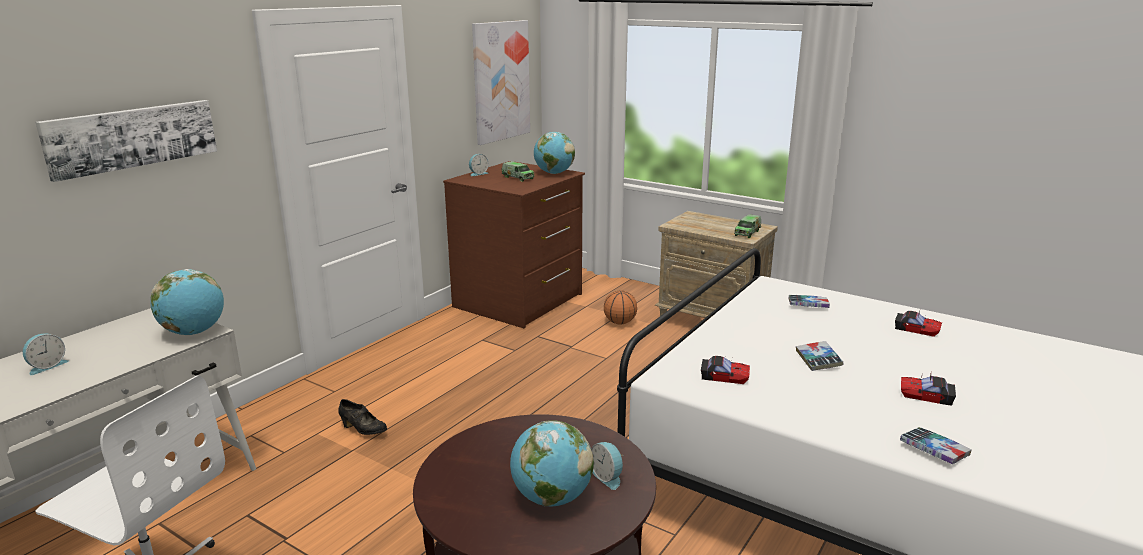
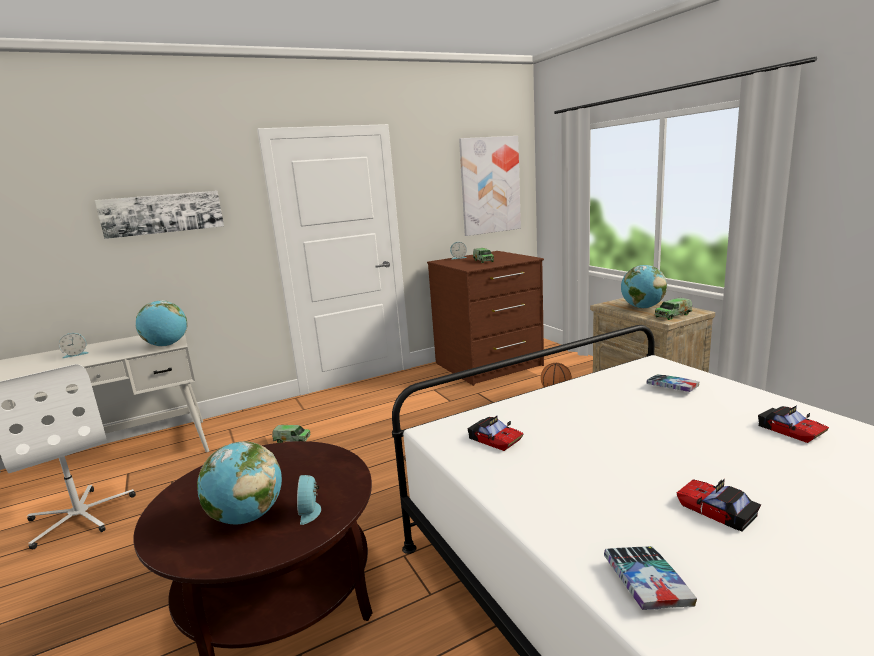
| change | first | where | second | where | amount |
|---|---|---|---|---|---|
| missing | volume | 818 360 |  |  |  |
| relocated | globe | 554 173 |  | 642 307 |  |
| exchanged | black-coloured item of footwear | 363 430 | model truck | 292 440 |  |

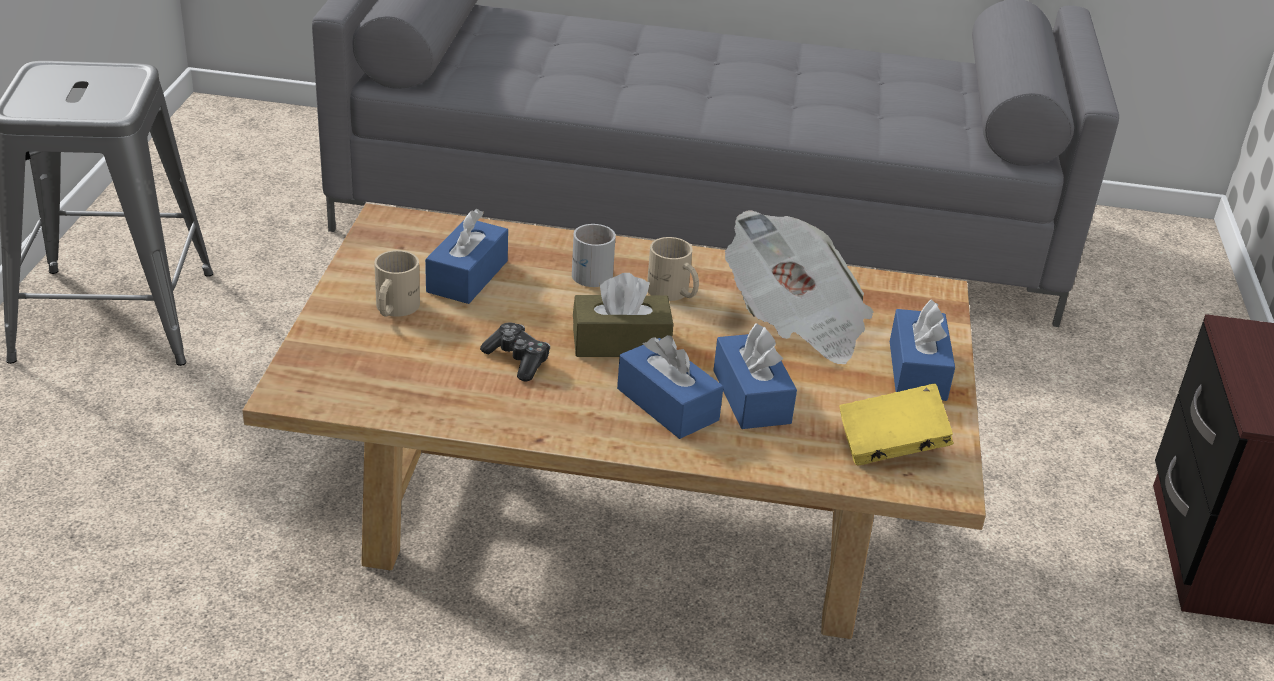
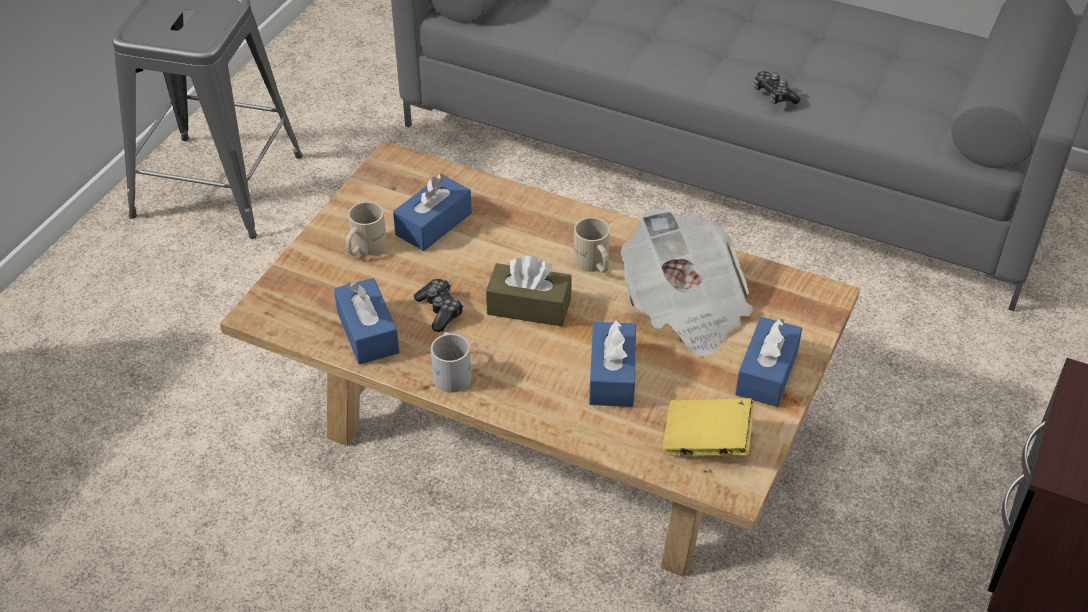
| change | first | where | second | where | amount |
|---|---|---|---|---|---|
| appeared |  |  | game controller | 774 95 |  |
| relocated | white mug | 589 271 |  | 452 372 |  |
| relocated | blue tissue holder | 667 404 |  | 368 332 |  |

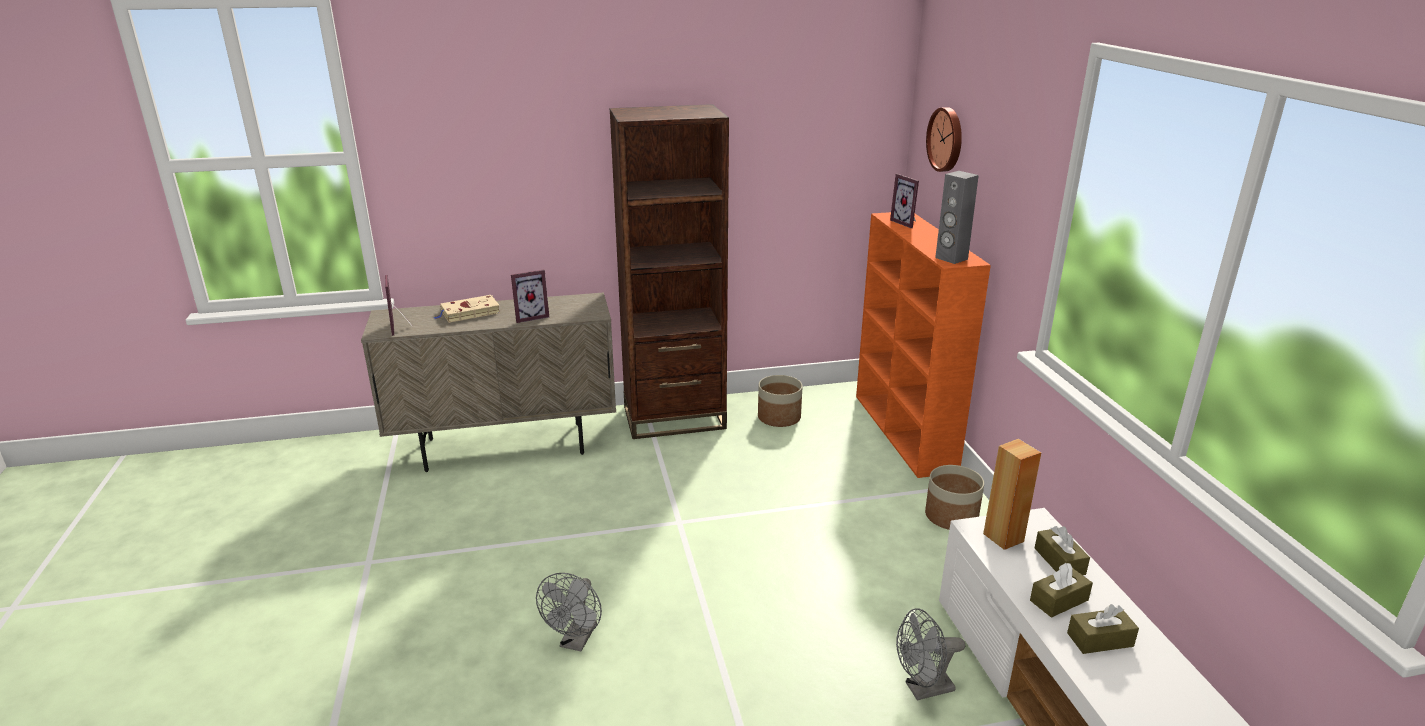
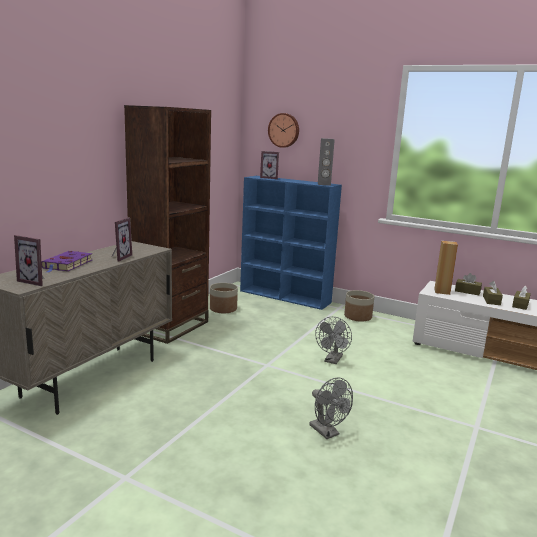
| change | first | where | second | where | amount |
|---|---|---|---|---|---|
| relocated | gray fan | 923 689 |  | 332 360 |  |
| colour | beige-coloured volume | 468 313 | purple-coloured volume | 67 264 |  |
| colour | orange-coloured bookshelf | 905 432 | blue bookshelf | 285 297 |  |

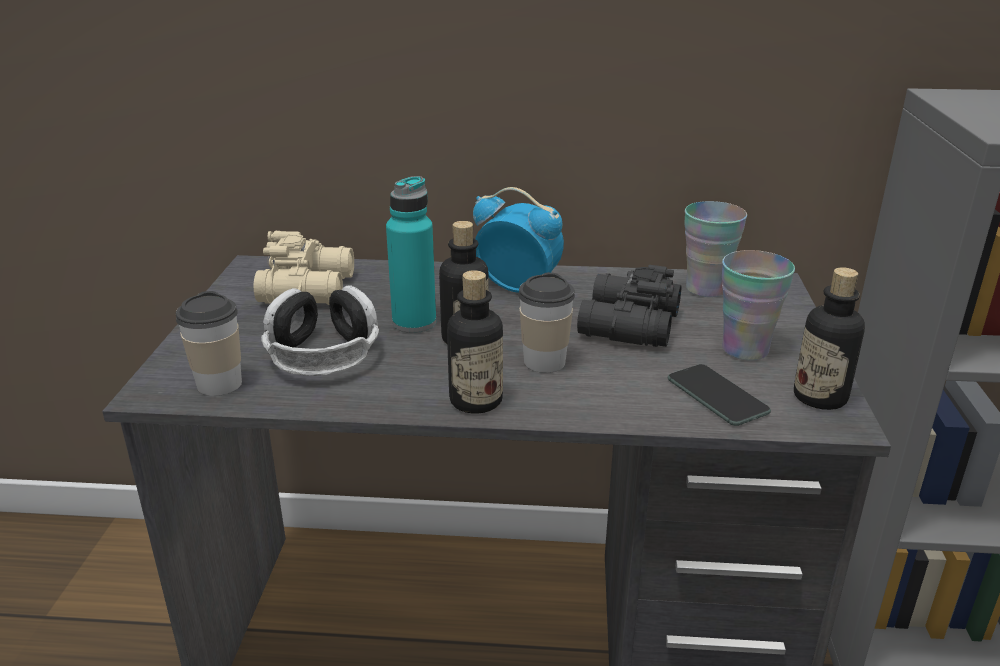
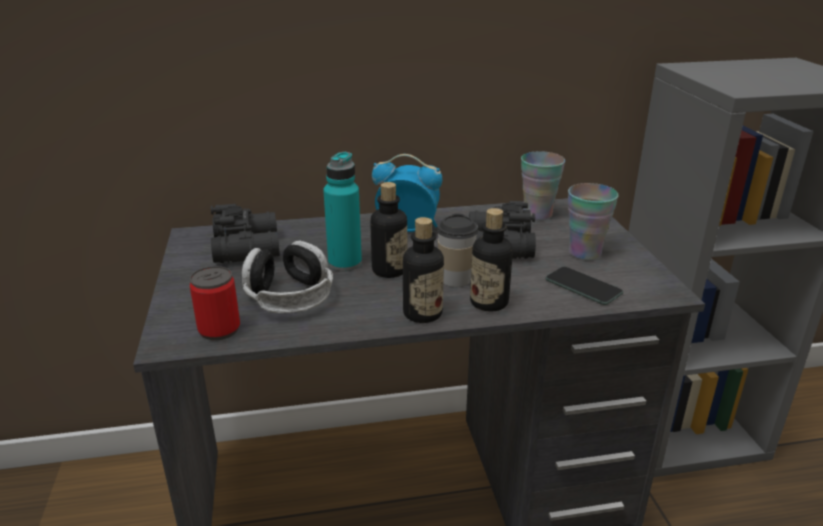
| change | first | where | second | where | amount |
|---|---|---|---|---|---|
| relocated | beverage bottle | 820 397 |  | 489 302 |  |
| exchanged | drinking cup | 219 384 | can | 219 329 |  |
| colour | beige-coloured pair of binoculars | 311 288 | black-coloured pair of binoculars | 249 247 |  |

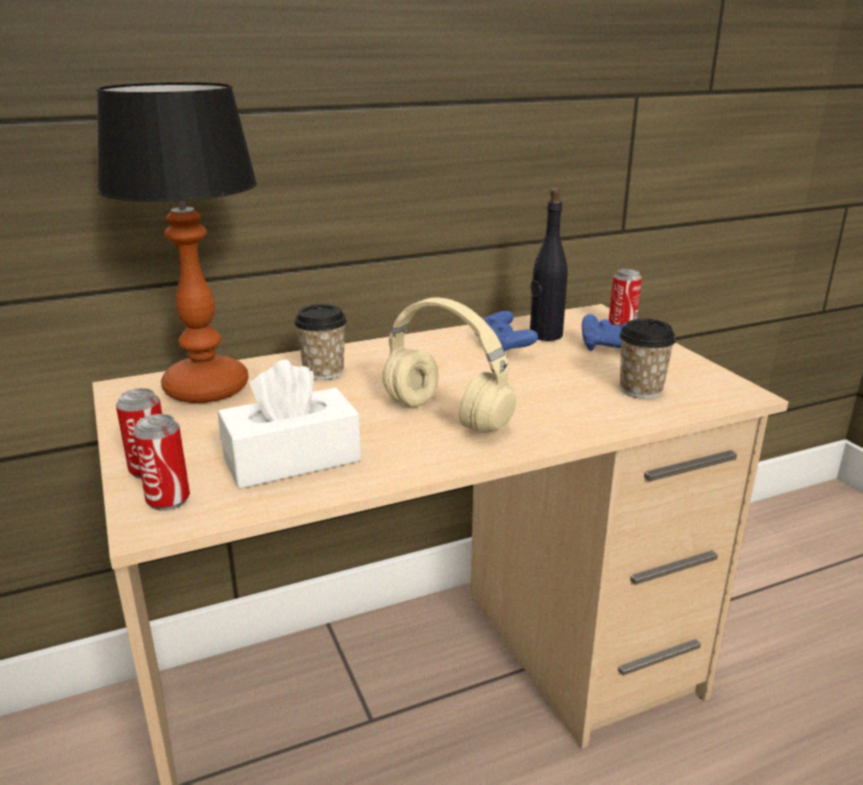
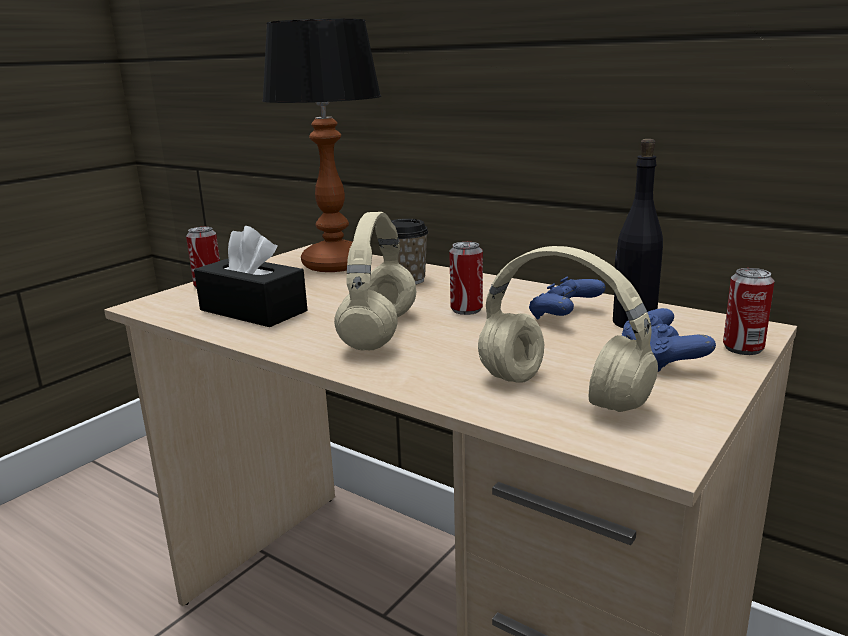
| change | first | where | second | where | amount |
|---|---|---|---|---|---|
| relocated | can | 168 500 |  | 466 310 |  |
| exchanged | drinking cup | 640 390 | beige-coloured pair of headphones | 564 393 |  |
| colour | white tissue holder | 292 459 | black-coloured tissue holder | 253 310 |  |

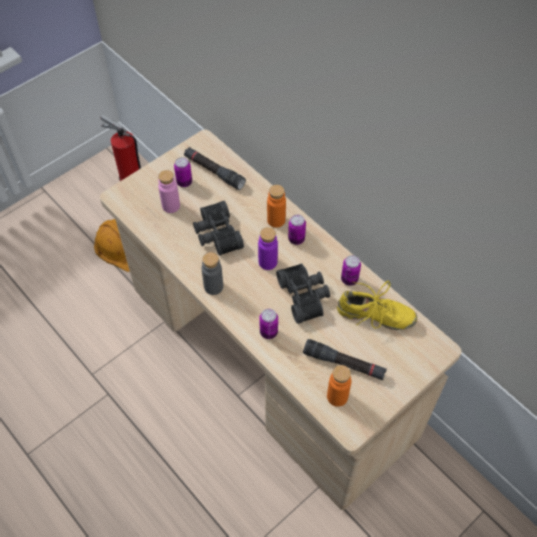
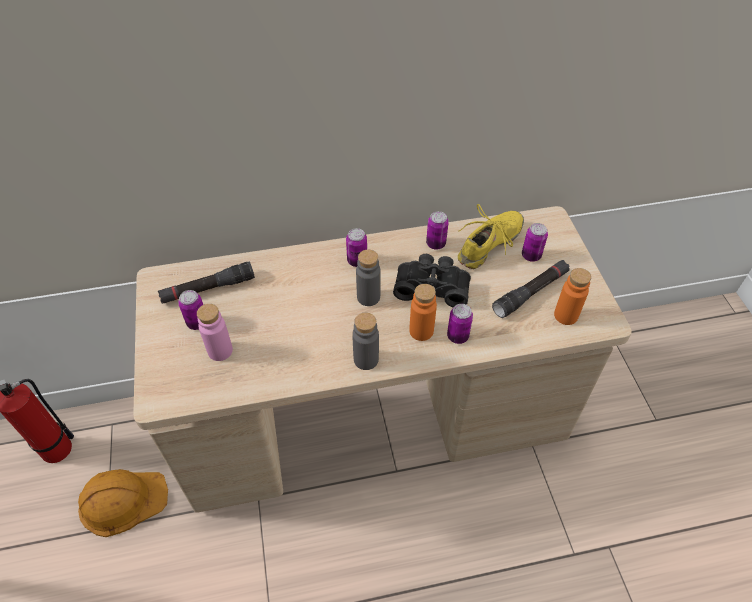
| change | first | where | second | where | amount |
|---|---|---|---|---|---|
| missing | black-coloured pair of binoculars | 216 234 |  |  |  |
| appeared |  |  | can | 531 256 |  |
| relocated | orange-coloured beverage bottle | 276 220 |  | 421 331 |  |
| colour | purple-coloured beverage bottle | 267 262 | gray beverage bottle | 368 297 |  |

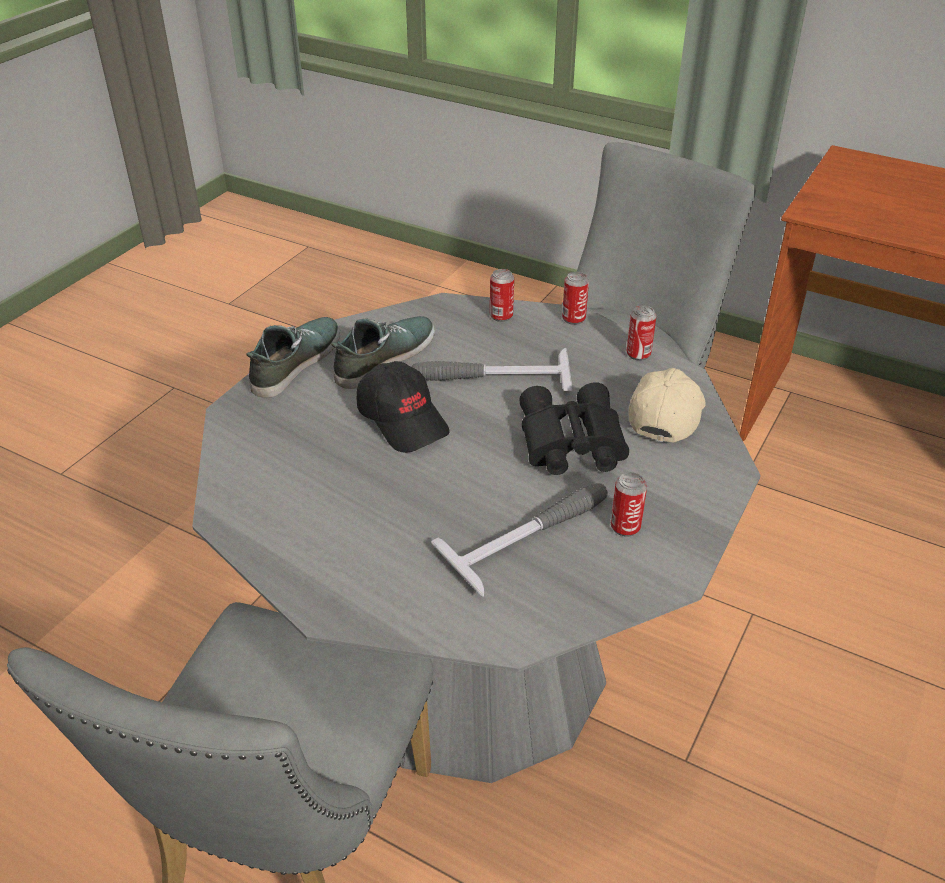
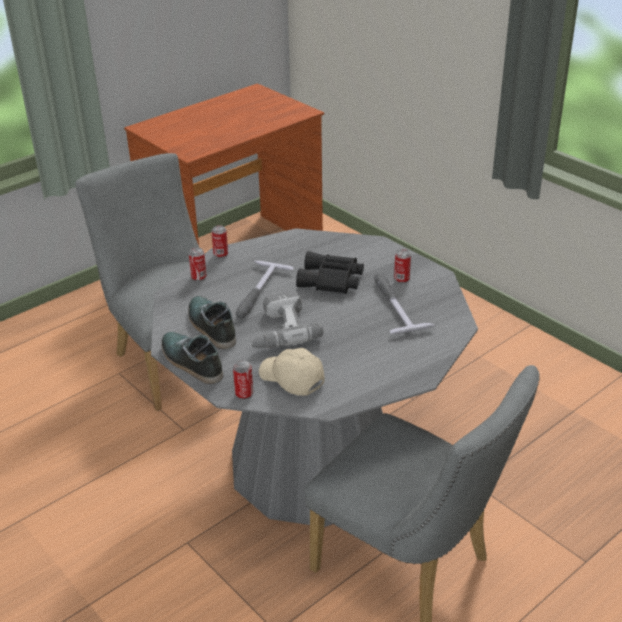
| change | first | where | second | where | amount |
|---|---|---|---|---|---|
| relocated | can | 638 354 |  | 244 394 |  |
| relocated | beige-coloured peaked cap | 666 414 |  | 291 379 |  |
| exchanged | black-coloured peaked cap | 403 420 | power drill | 278 329 |  |

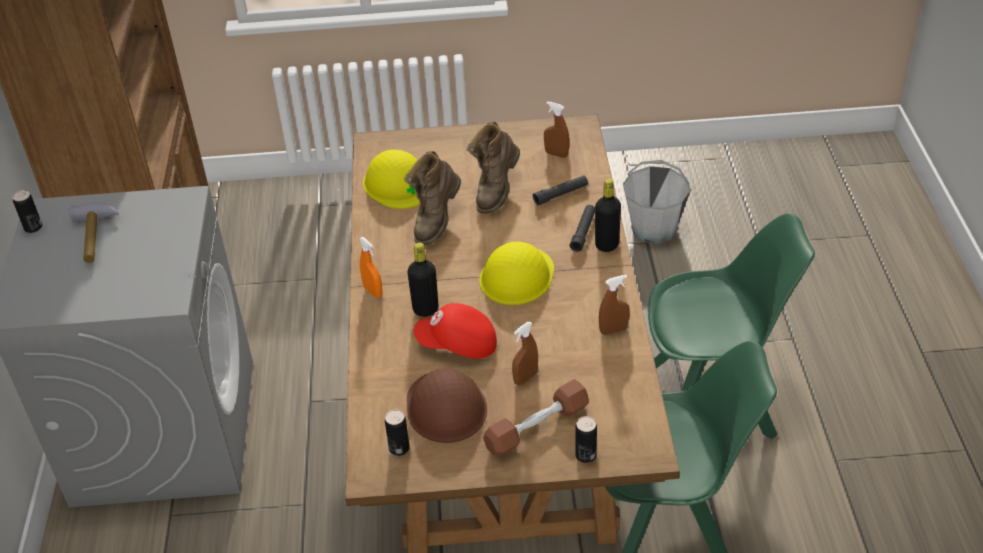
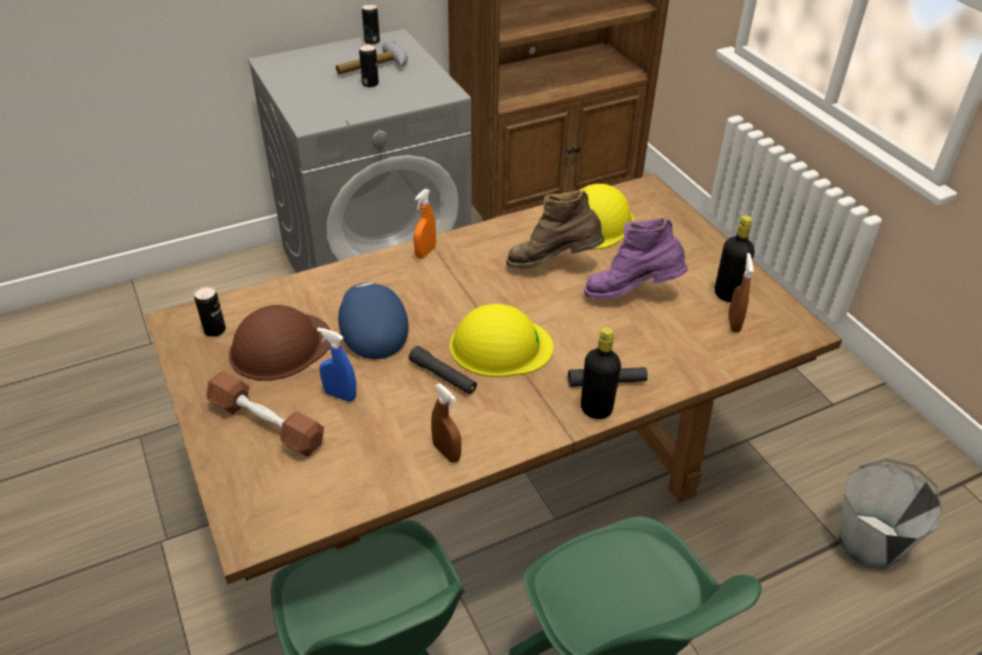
| change | first | where | second | where | amount |
|---|---|---|---|---|---|
| relocated | black-coloured beverage bottle | 425 309 |  | 727 294 |  |
| relocated | black-coloured hand torch | 560 194 |  | 443 376 |  |
| relocated | can | 585 455 |  | 370 84 |  |
| colour | reddish peaked cap | 458 345 | blue peaked cap | 372 331 |  |
| colour | brown boot | 496 191 | purple-coloured boot | 631 293 |  |
| colour | brown hand sprayer | 525 378 | blue hand sprayer | 340 395 |  |

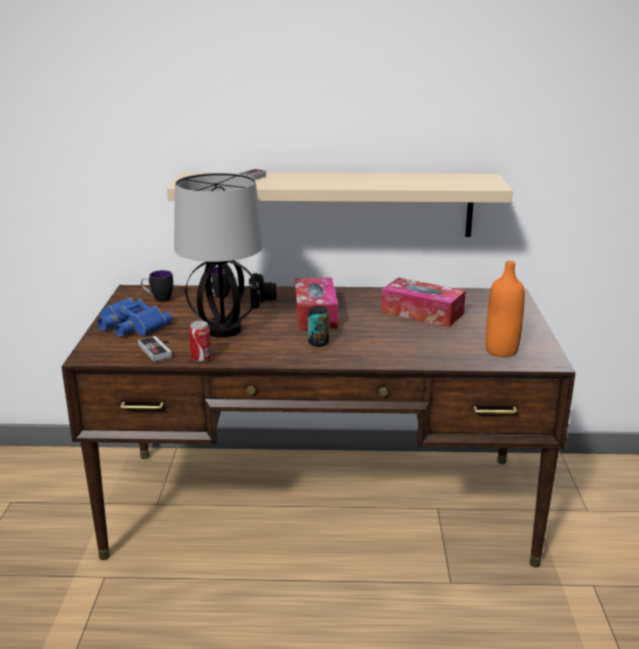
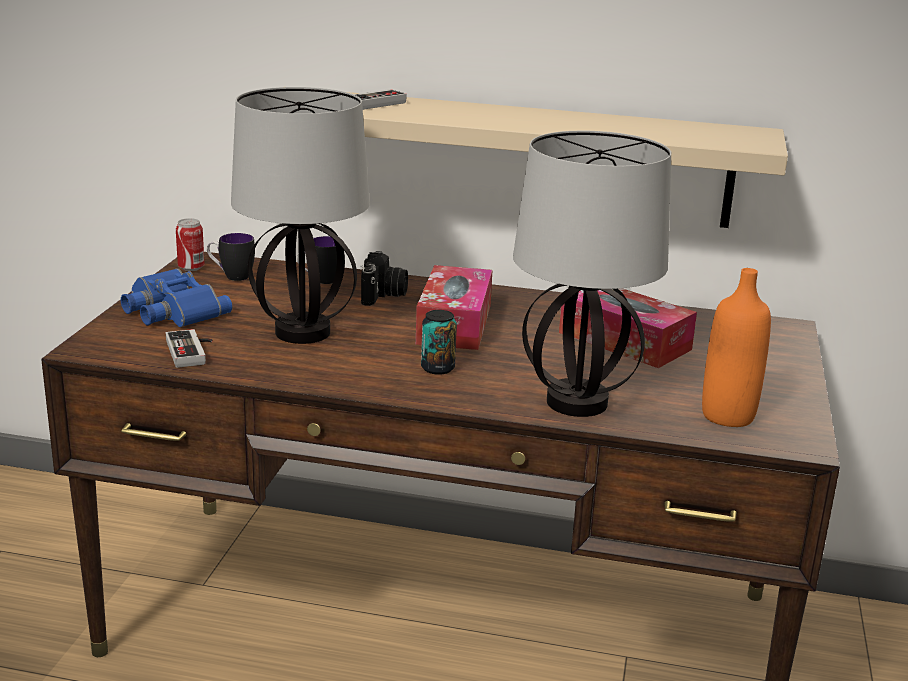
| change | first | where | second | where | amount |
|---|---|---|---|---|---|
| appeared |  |  | table lamp | 578 403 |  |
| relocated | can | 201 359 |  | 191 268 |  |

